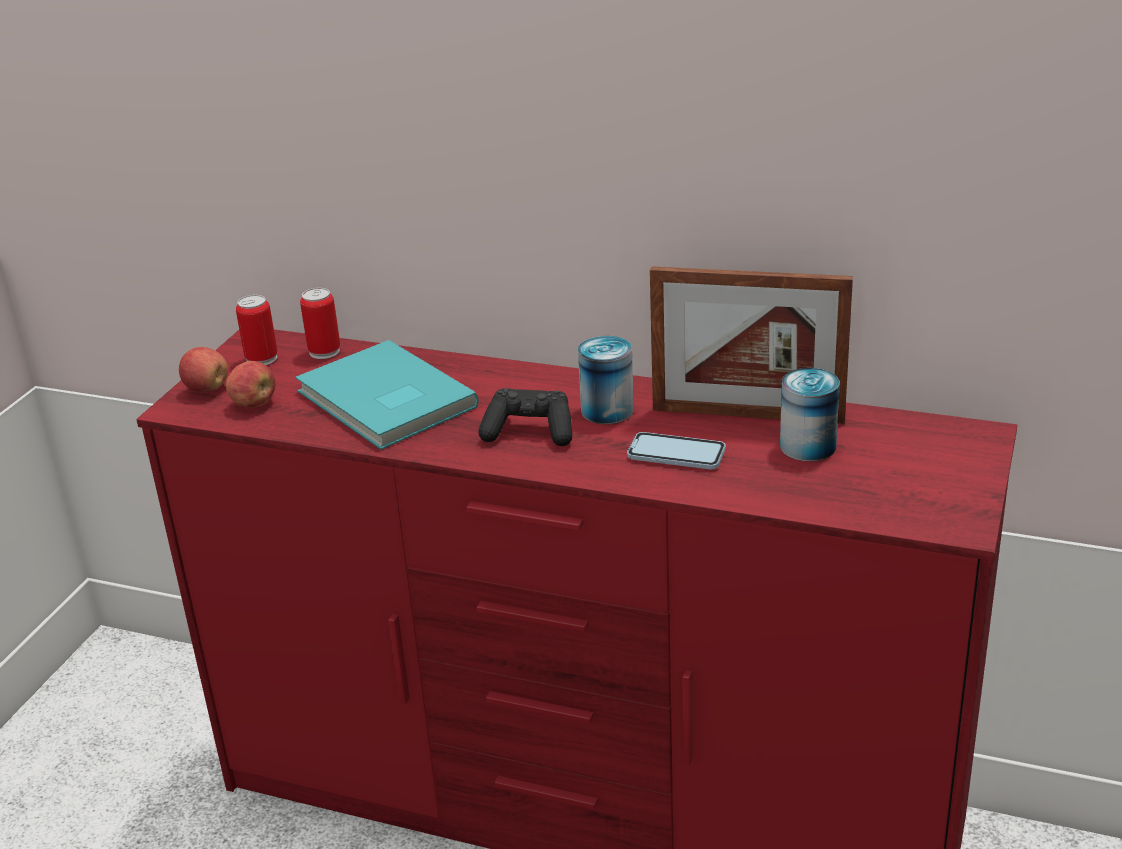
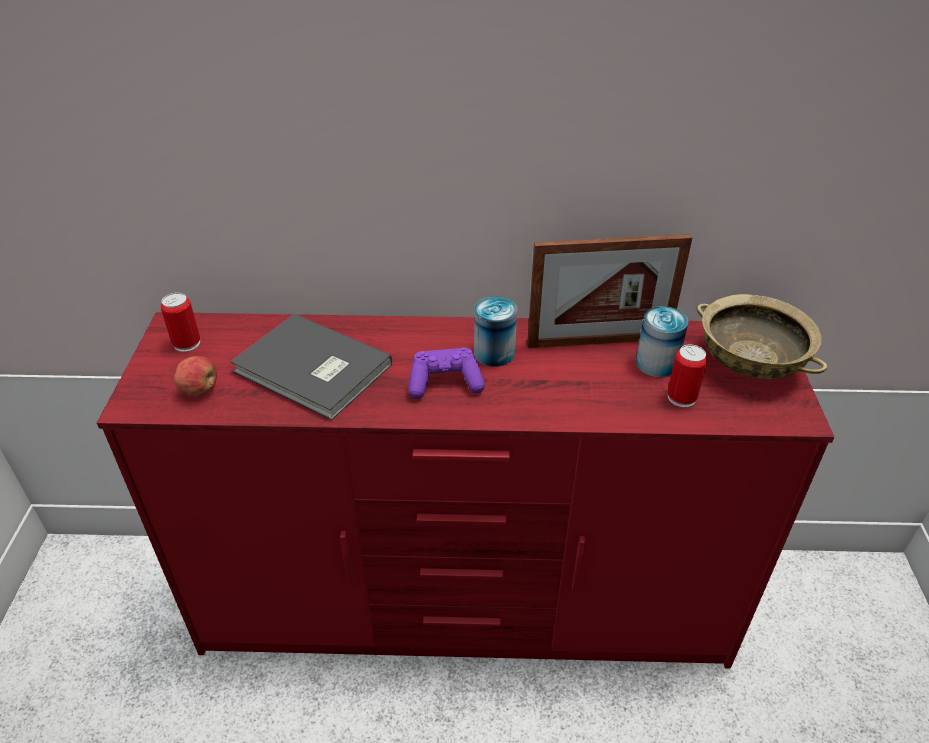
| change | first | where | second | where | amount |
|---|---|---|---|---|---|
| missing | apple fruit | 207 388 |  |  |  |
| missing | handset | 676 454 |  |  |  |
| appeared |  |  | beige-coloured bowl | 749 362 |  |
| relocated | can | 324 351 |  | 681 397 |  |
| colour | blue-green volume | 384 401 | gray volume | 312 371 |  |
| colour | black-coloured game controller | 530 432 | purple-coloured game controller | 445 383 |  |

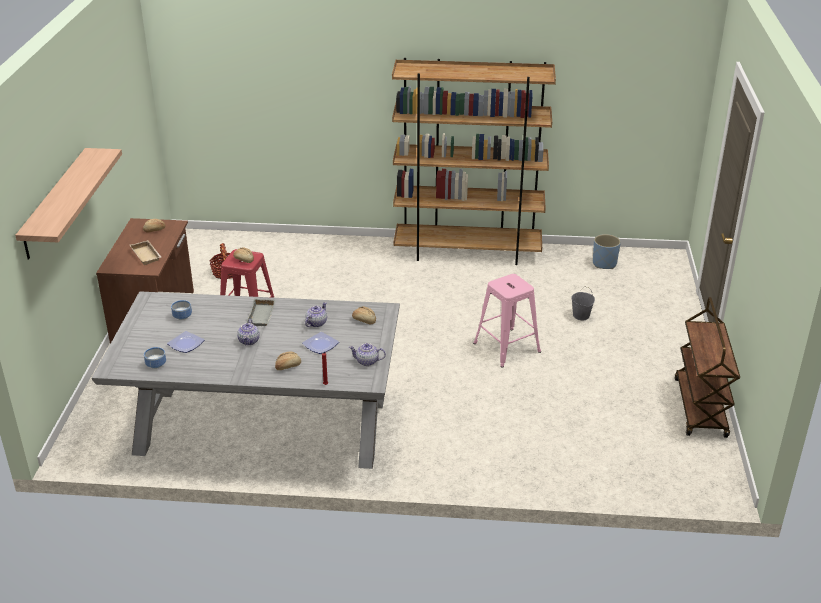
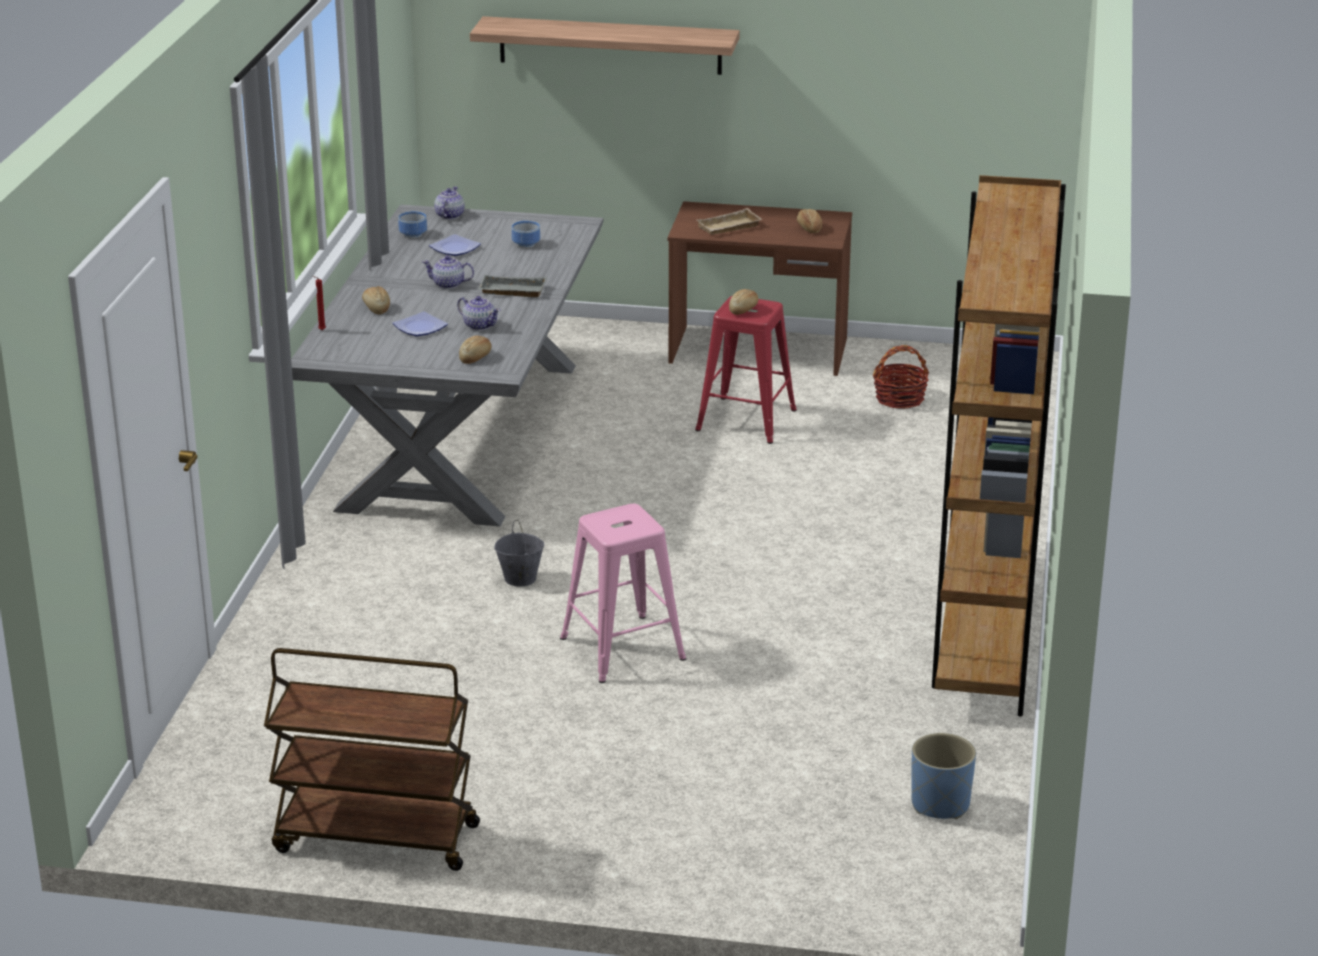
| change | first | where | second | where | amount |
|---|---|---|---|---|---|
| relocated | tea pot | 367 361 |  | 449 215 |  |
| relocated | gray pail | 581 316 |  | 520 579 |  |

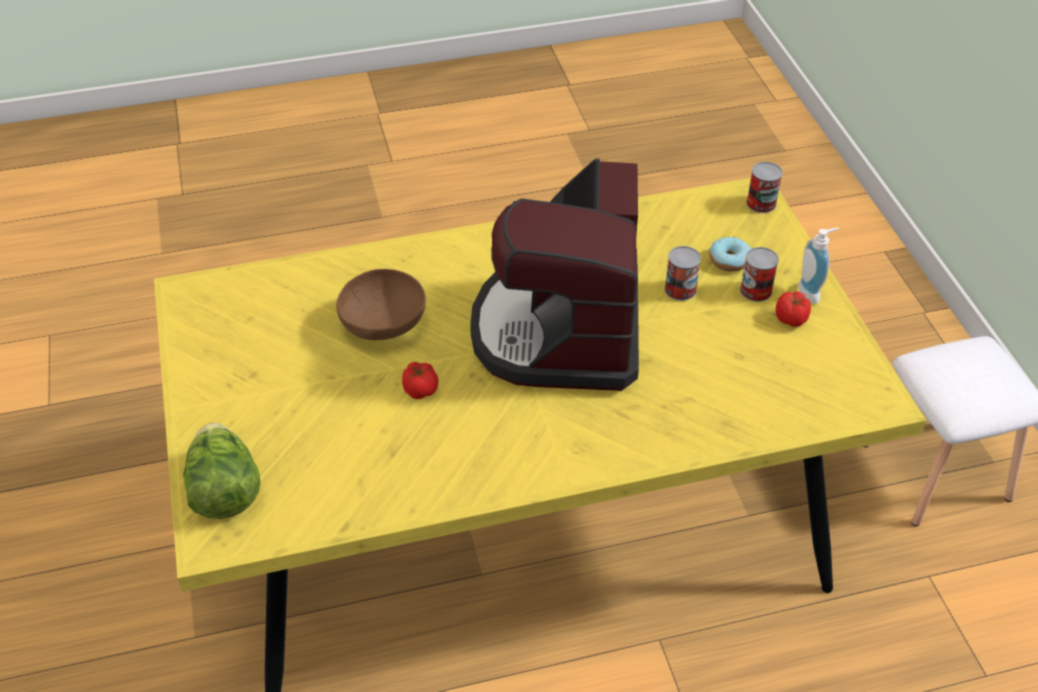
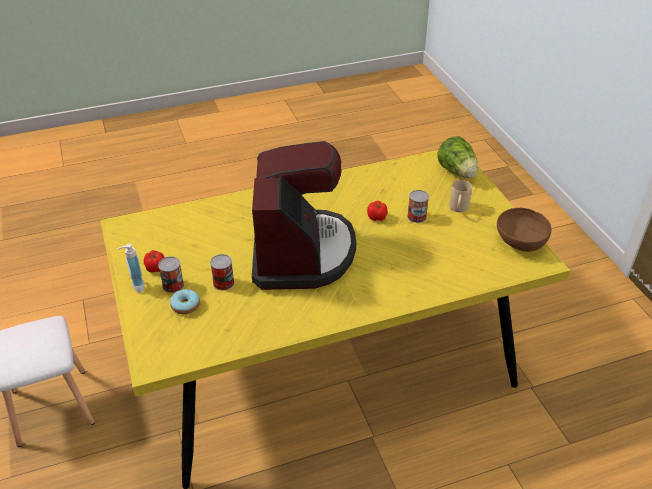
| change | first | where | second | where | amount |
|---|---|---|---|---|---|
| appeared |  |  | beige-coloured mug | 458 209 |  |
| relocated | brown bowl | 384 326 |  | 520 241 |  |
| relocated | can | 761 203 |  | 416 216 |  |

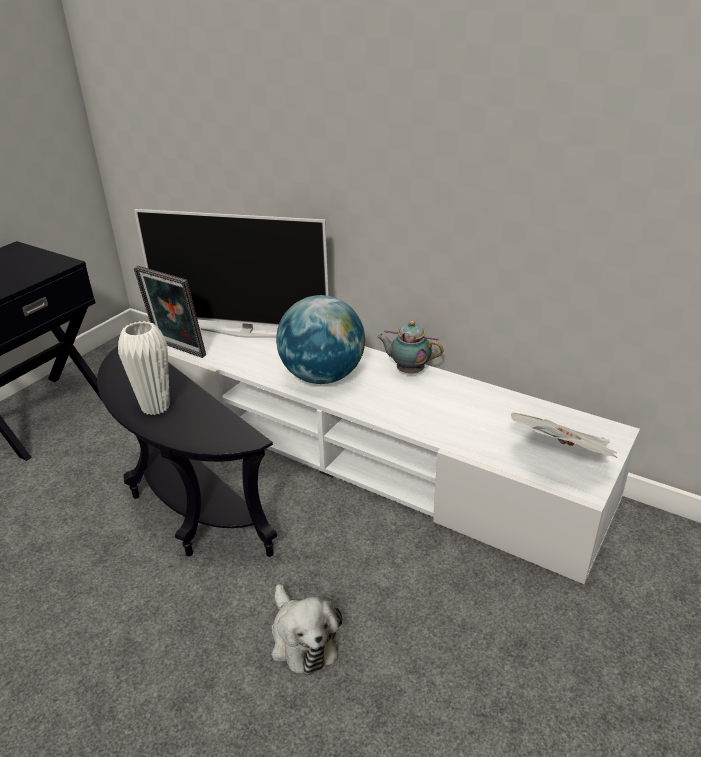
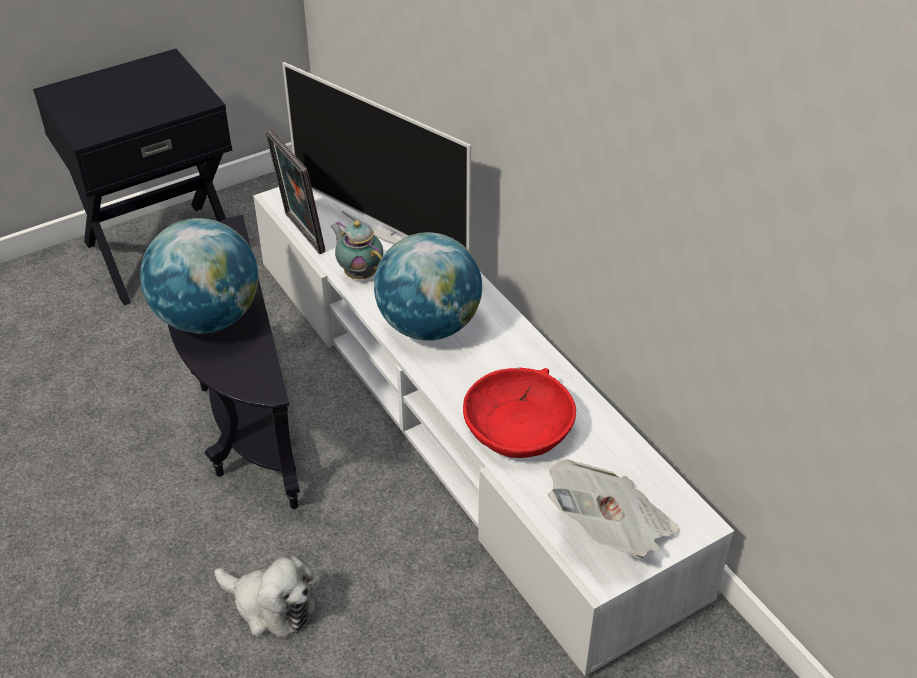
| change | first | where | second | where | amount |
|---|---|---|---|---|---|
| appeared |  |  | reddish bowl | 518 426 |  |
| relocated | tea pot | 408 370 |  | 359 273 |  |
| exchanged | white vase | 155 407 | globe | 208 318 |  |
| spun | plush toy | 302 639 |  | 270 606 | 60 degrees counterclockwise |

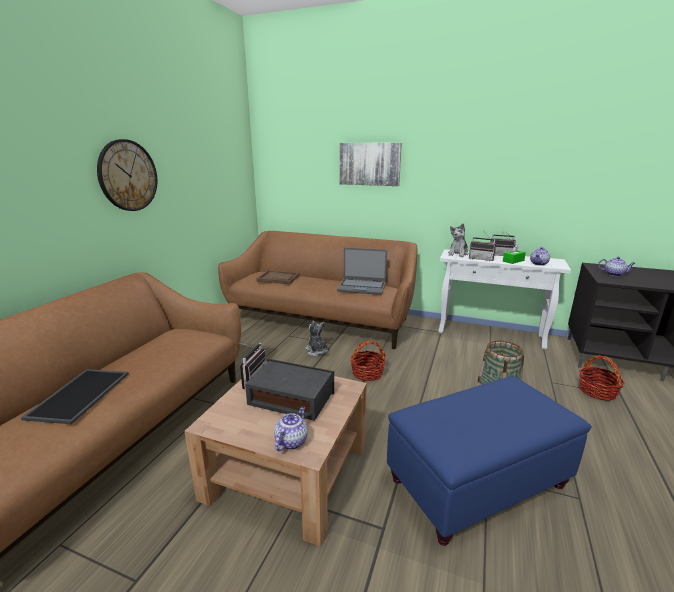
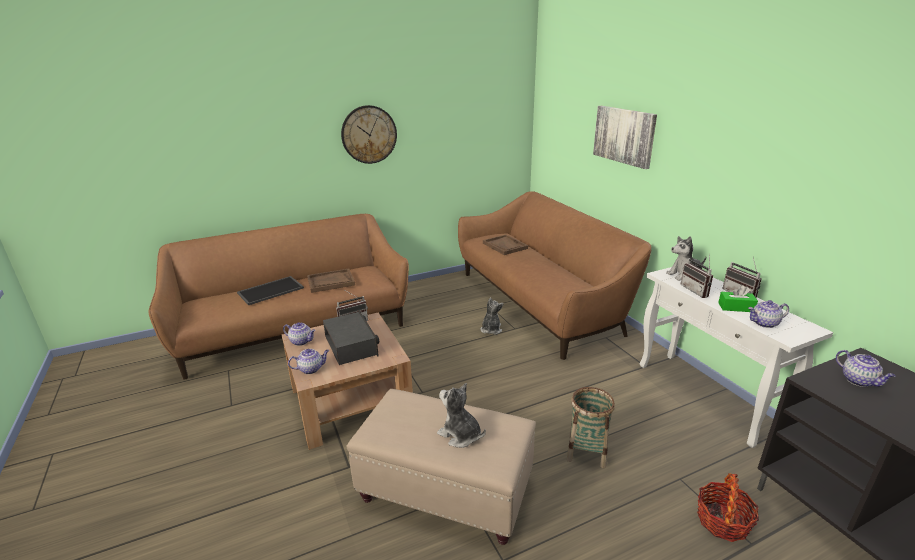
| change | first | where | second | where | amount |
|---|---|---|---|---|---|
| missing | laptop | 362 287 |  |  |  |
| missing | storage basket | 367 373 |  |  |  |
| appeared |  |  | tea pot | 301 341 |  |
| appeared |  |  | brown carrying tray | 331 282 |  |
| appeared |  |  | plush toy | 460 435 |  |
| colour | blue pouffe | 476 483 | beige-coloured pouffe | 444 490 |  |

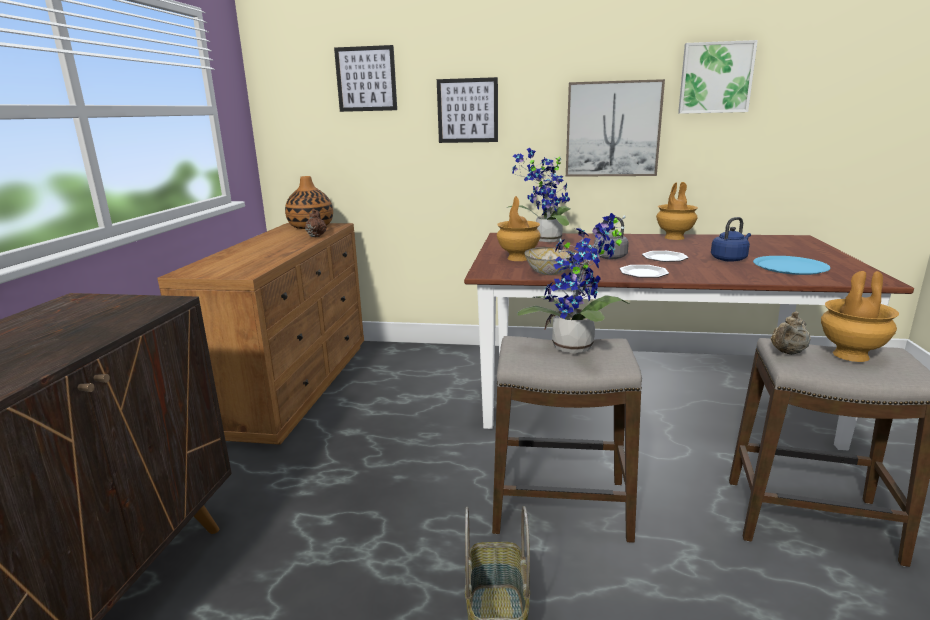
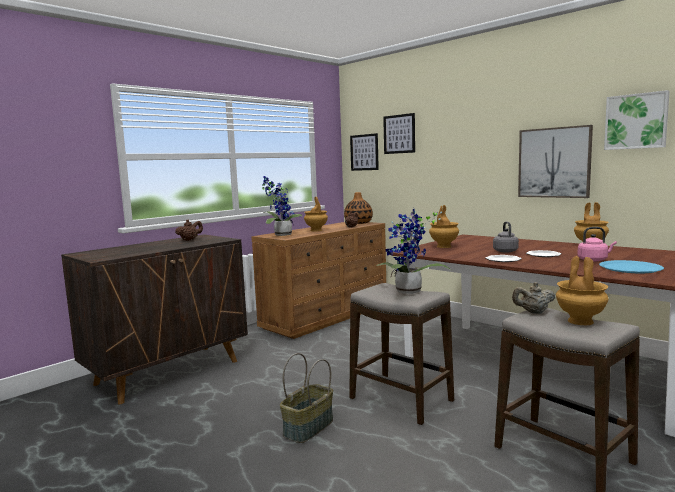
| change | first | where | second | where | amount |
|---|---|---|---|---|---|
| missing | bowl | 549 273 |  |  |  |
| appeared |  |  | brown tea pot | 190 240 |  |
| appeared |  |  | brown vase | 316 230 |  |
| relocated | wall picture | 467 110 |  | 364 152 |  |
| relocated | houseplant | 544 240 |  | 281 235 |  |
| colour | blue tea kettle | 729 259 | pink-coloured tea kettle | 594 260 |  |

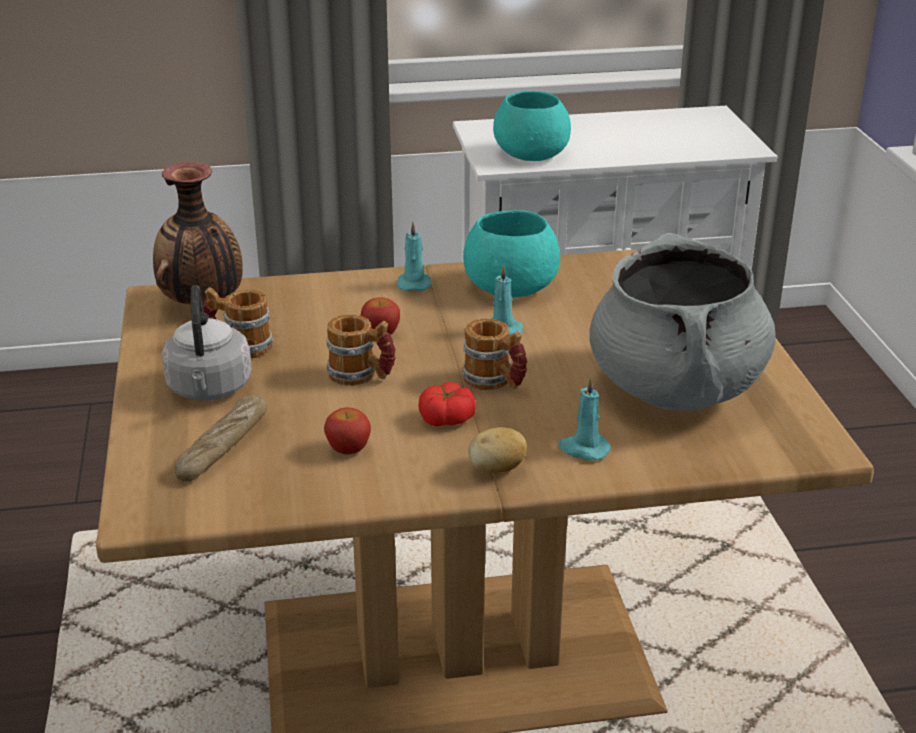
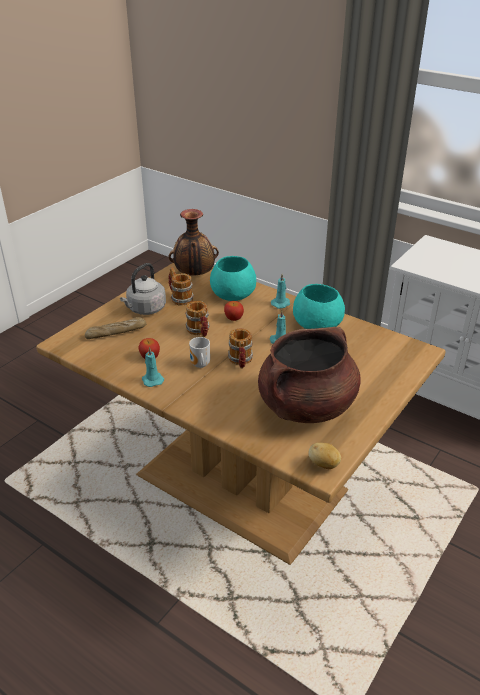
| change | first | where | second | where | amount |
|---|---|---|---|---|---|
| relocated | whole potato | 496 469 |  | 323 465 |  |
| relocated | blue-green bowl | 532 154 |  | 233 295 |  |
| relocated | blue-green wax light | 583 449 |  | 152 380 |  |
| exchanged | tomato | 447 418 | mug | 199 365 |  |
| colour | gray saucepot | 676 388 | brown saucepot | 306 407 |  |

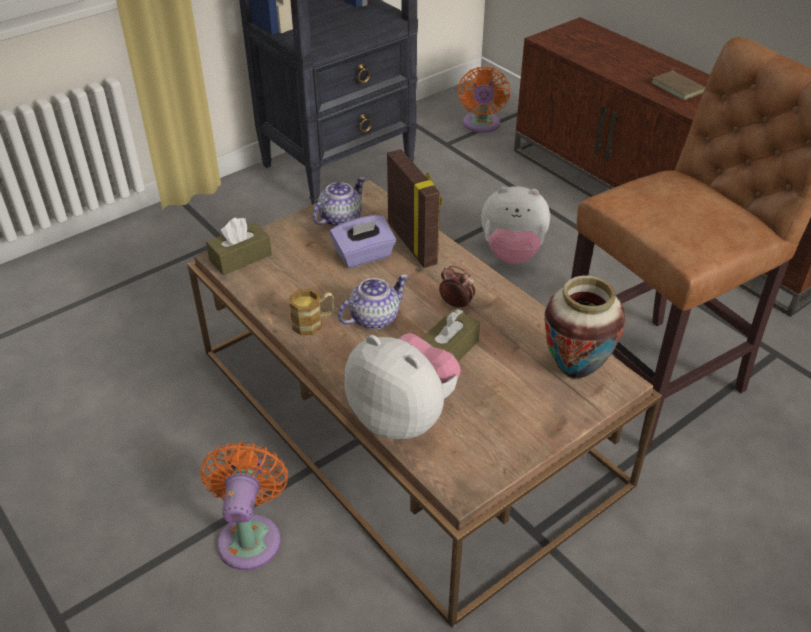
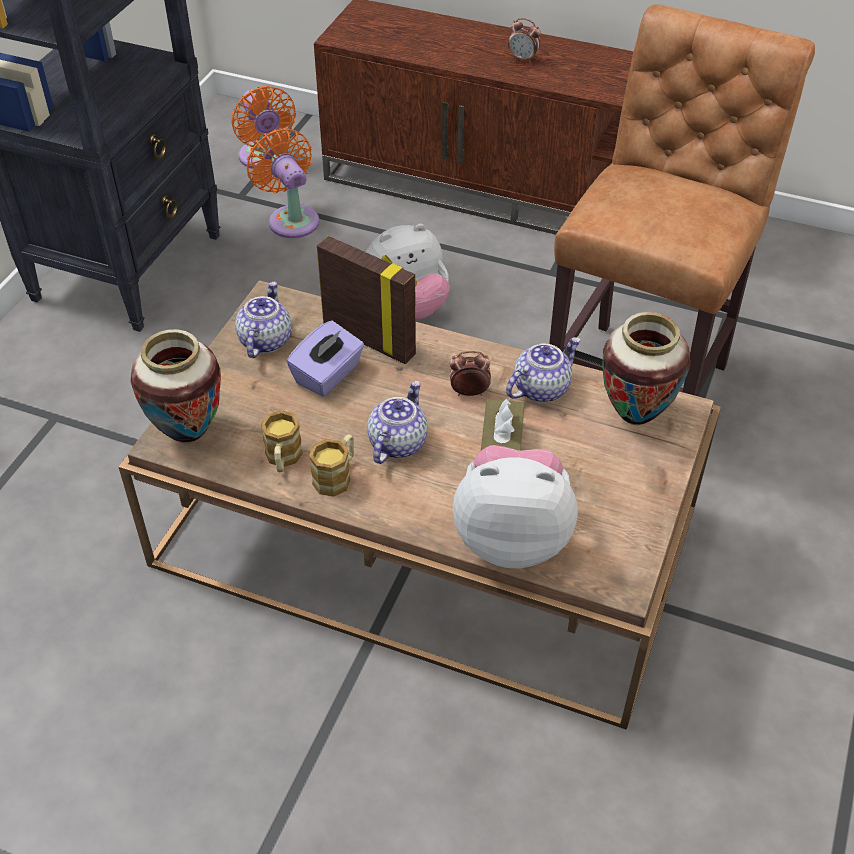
| change | first | where | second | where | amount |
|---|---|---|---|---|---|
| appeared |  |  | mug | 283 459 |  |
| appeared |  |  | tea pot | 541 388 |  |
| relocated | orange-coloured fan | 250 536 |  | 291 219 |  |
| exchanged | brown tissue holder | 240 258 | vase | 187 434 |  |
| exchanged | brown volume | 679 87 | table clock | 523 59 |  |

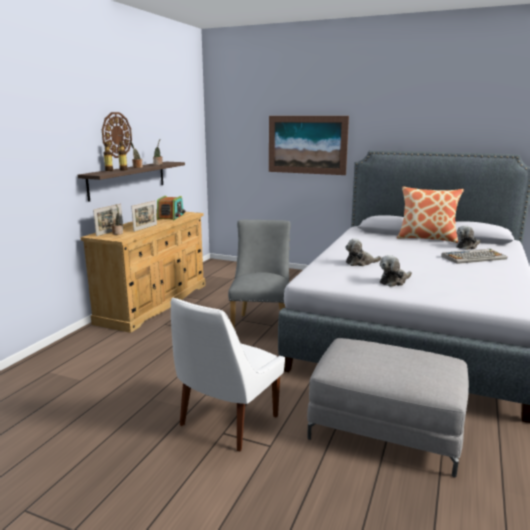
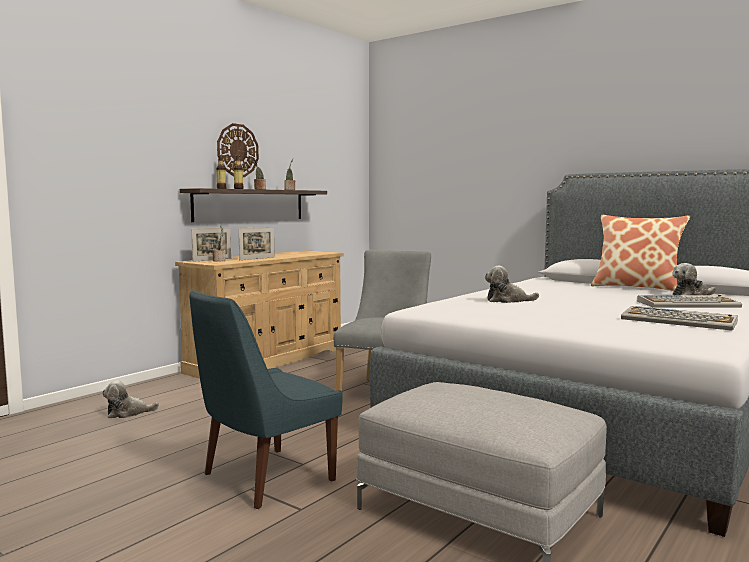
| change | first | where | second | where | amount |
|---|---|---|---|---|---|
| missing | radio | 171 217 |  |  |  |
| missing | wall picture | 307 145 |  |  |  |
| appeared |  |  | PC keyboard | 679 321 |  |
| relocated | plush toy | 394 281 |  | 128 413 |  |
| colour | white upright chair | 226 422 | blue upright chair | 264 479 |  |

